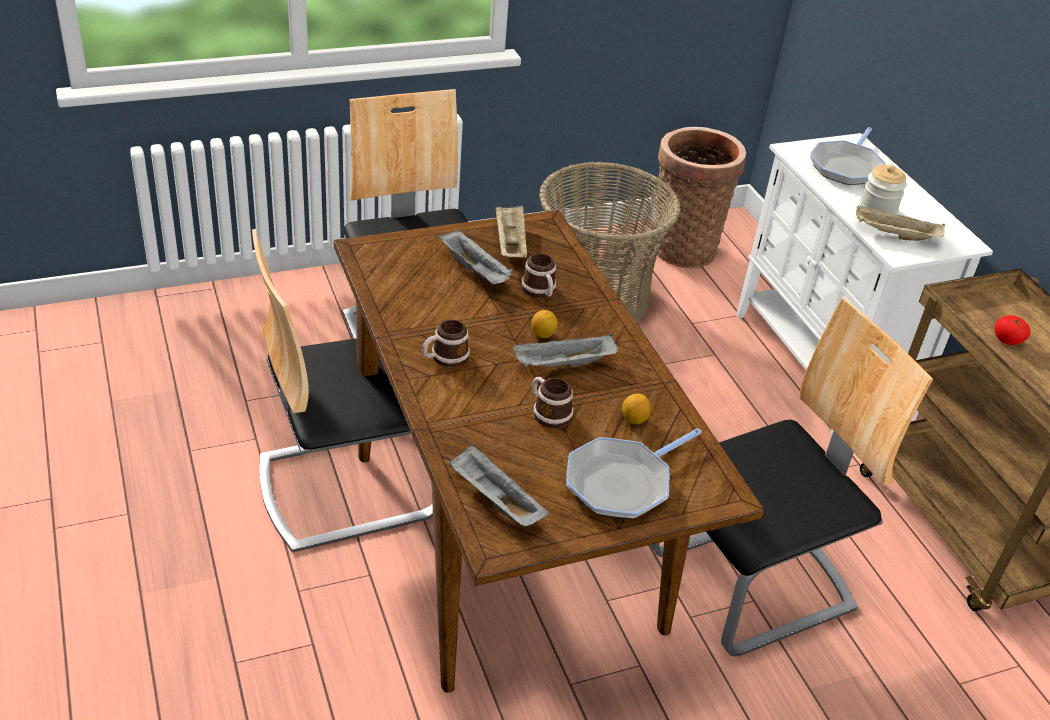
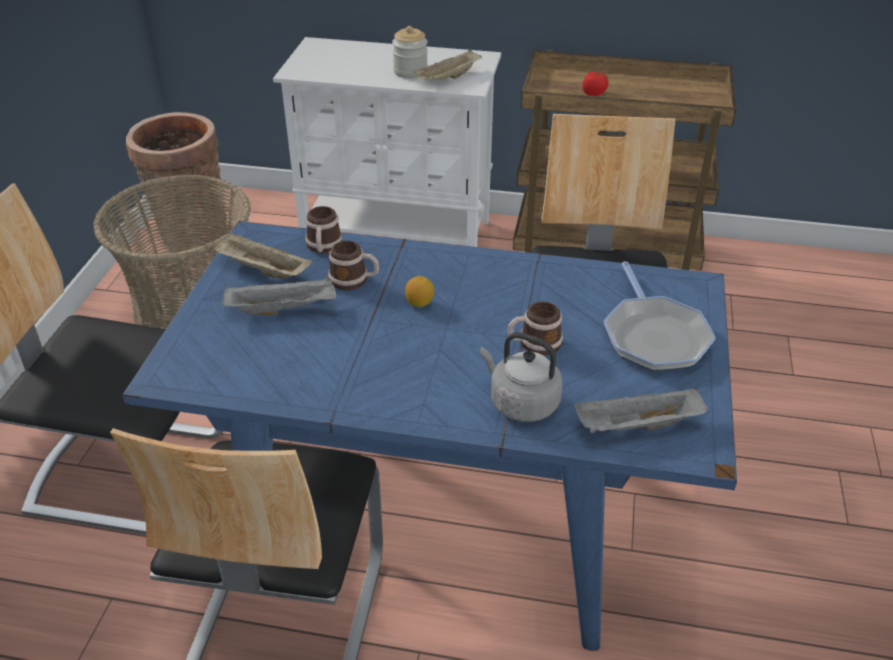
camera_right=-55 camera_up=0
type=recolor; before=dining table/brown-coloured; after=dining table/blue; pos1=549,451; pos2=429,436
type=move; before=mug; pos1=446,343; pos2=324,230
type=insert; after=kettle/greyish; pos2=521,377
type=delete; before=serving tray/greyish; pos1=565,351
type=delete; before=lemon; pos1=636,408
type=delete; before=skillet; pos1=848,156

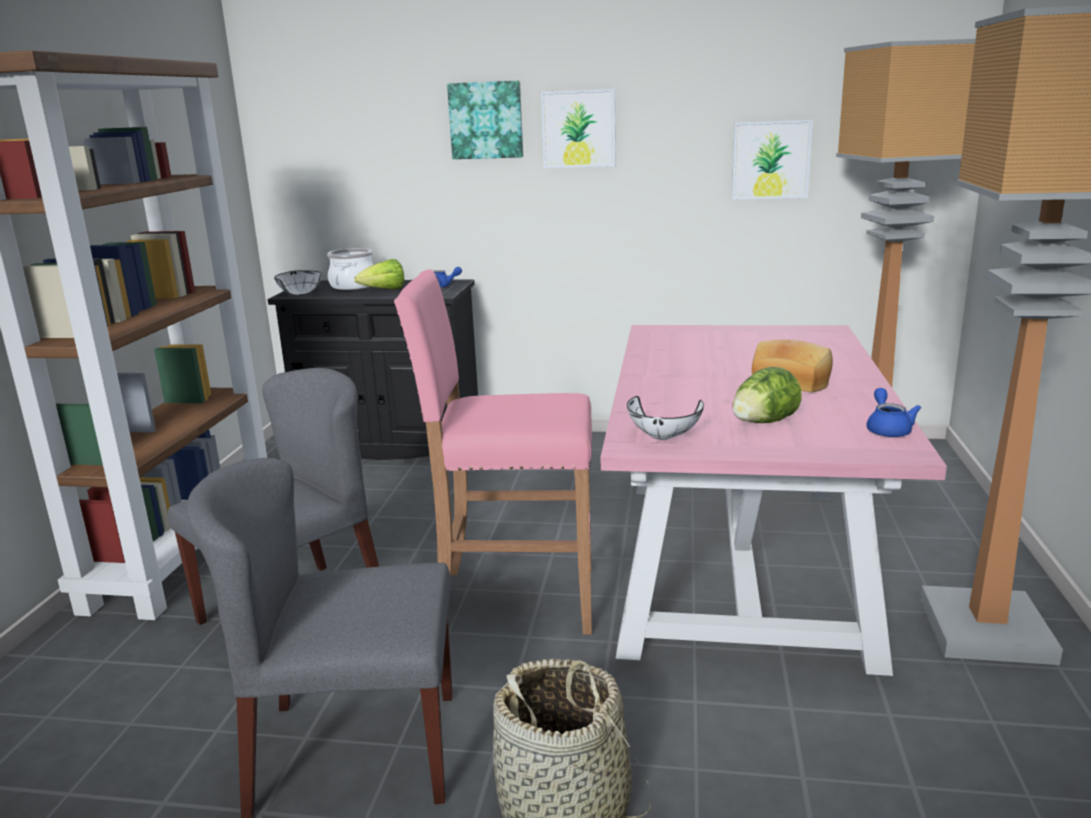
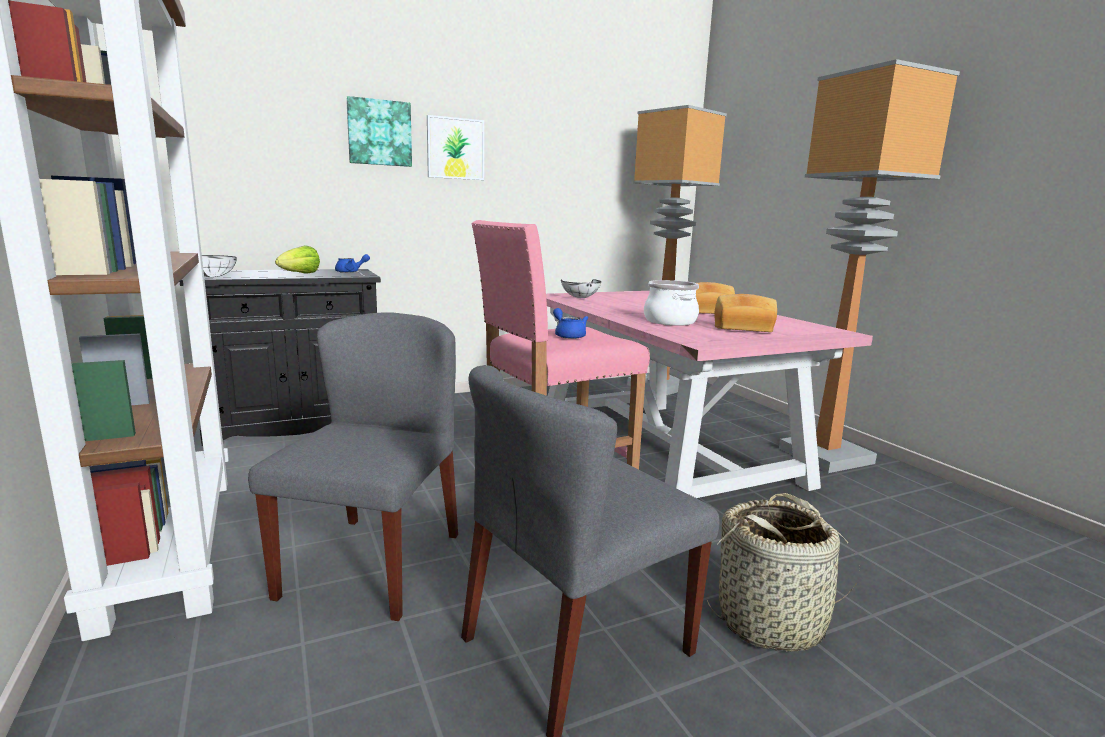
camera_right=-35 camera_up=-5
type=move; before=tea pot/blue; pos1=894,412; pos2=570,323
type=move; before=bowl/white; pos1=665,418; pos2=581,288
type=move; before=saucepot; pos1=350,269; pos2=671,303
type=replace; before=lettuce; after=bakery bread; pos1=767,395; pos2=745,313
type=delete; before=wall picture; pos1=772,159

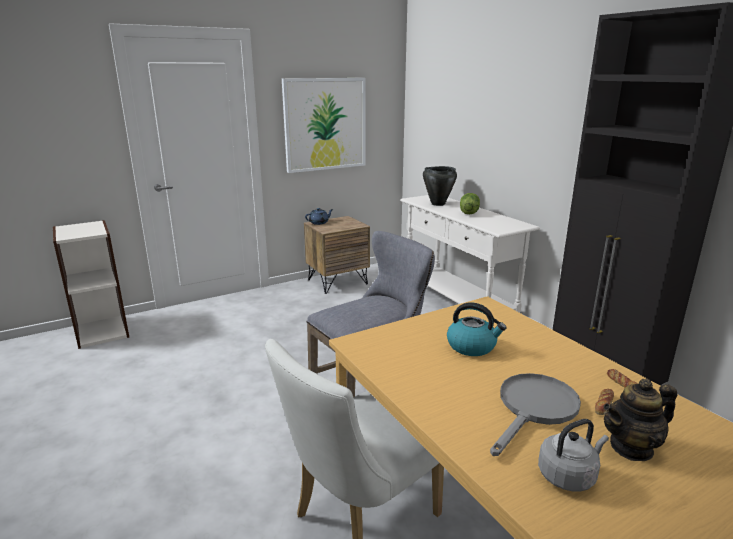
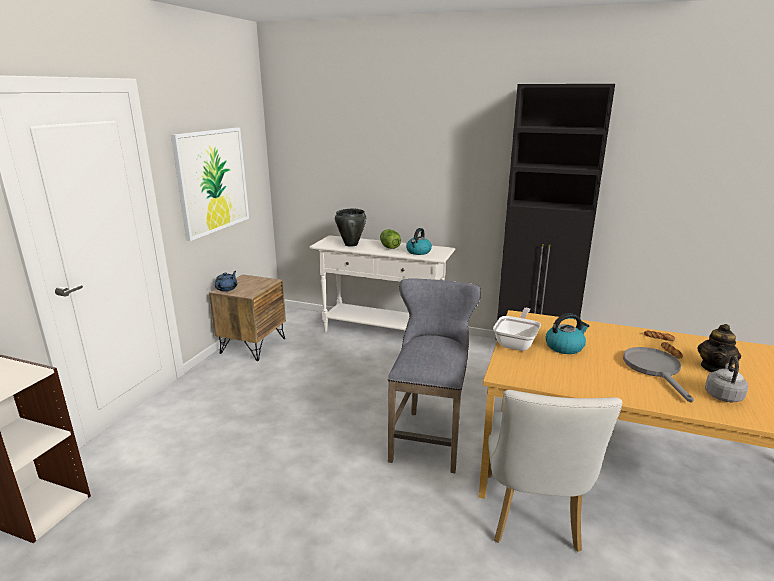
camera_right=-40 camera_up=0
type=insert; after=kettle; pos2=419,241
type=insert; after=skillet; pos2=517,329

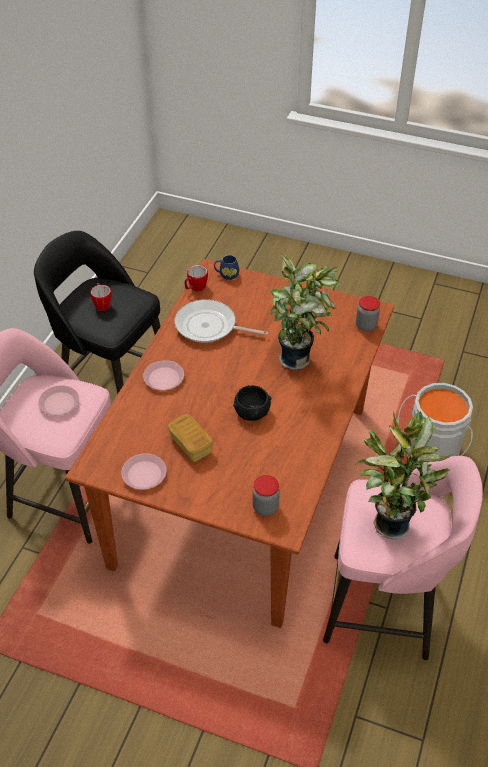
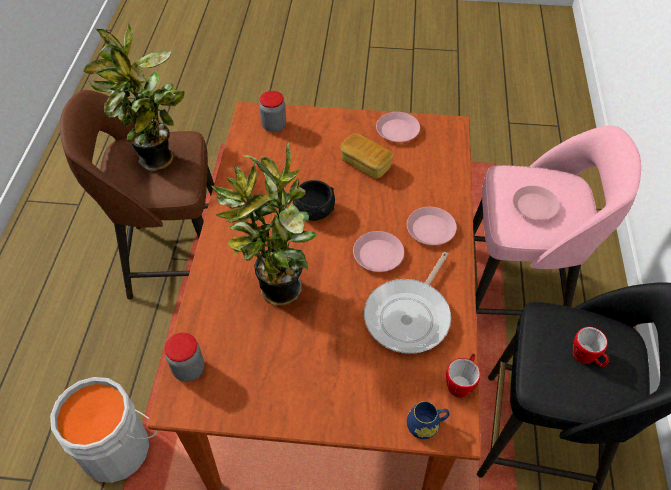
camera_right=165 camera_up=5
type=recolor; before=stool seat/pinkish; after=stool seat/brown-coloured; pos1=403,558; pos2=137,195
type=insert; after=flat dish/pinkish; pos2=378,251
type=rotate; before=skillet; pos1=221,321; pos2=407,303; turn=120

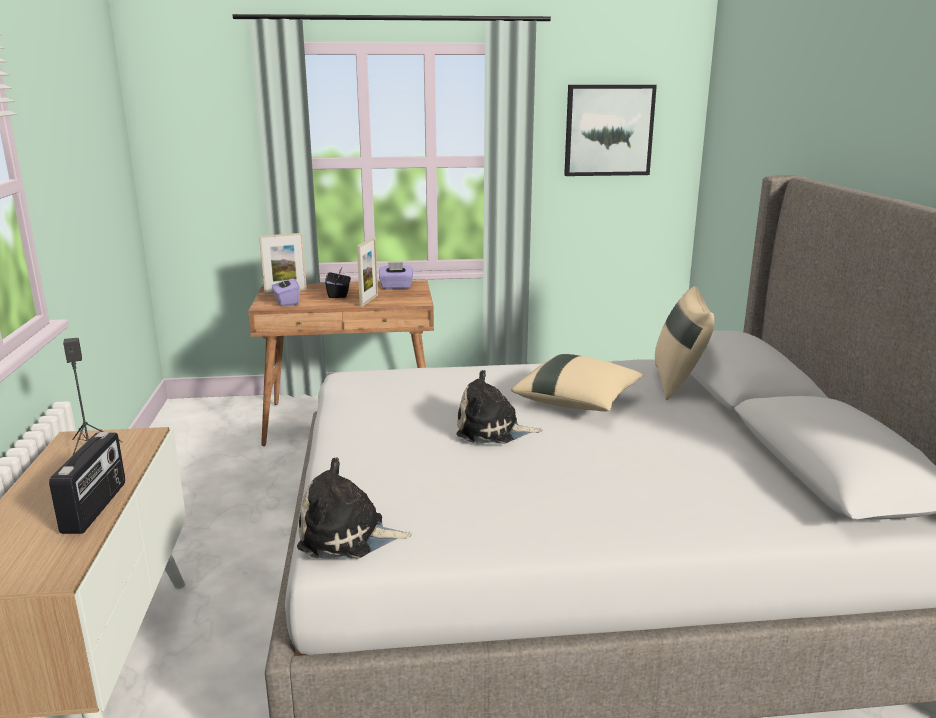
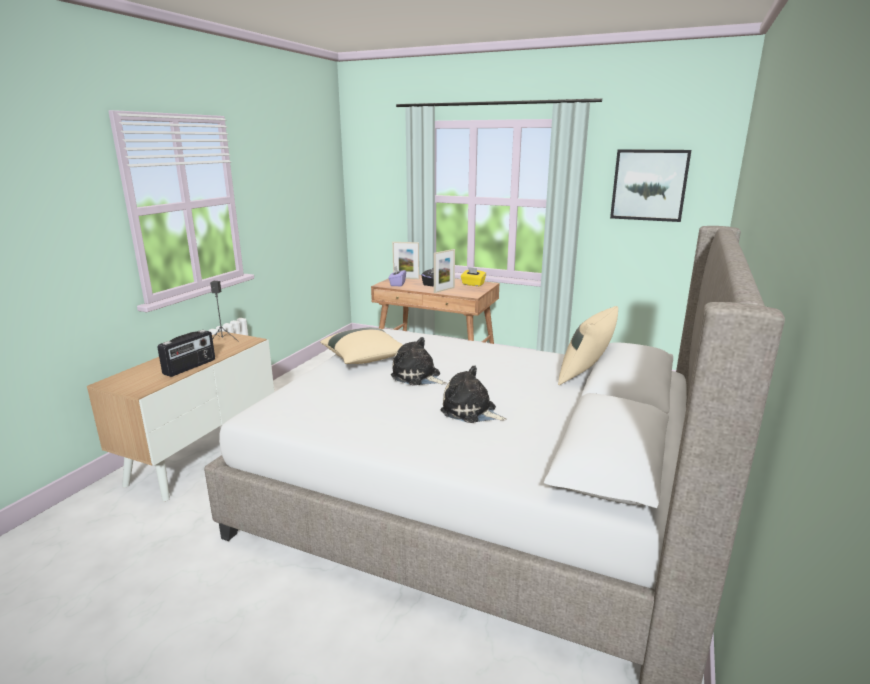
camera_right=30 camera_up=0
type=move; before=cushion/beige; pos1=577,382; pos2=361,345
type=move; before=cuddly toy; pos1=354,508; pos2=473,394
type=recolor; before=tissue holder/purple; after=tissue holder/yellow; pos1=396,275; pos2=473,276

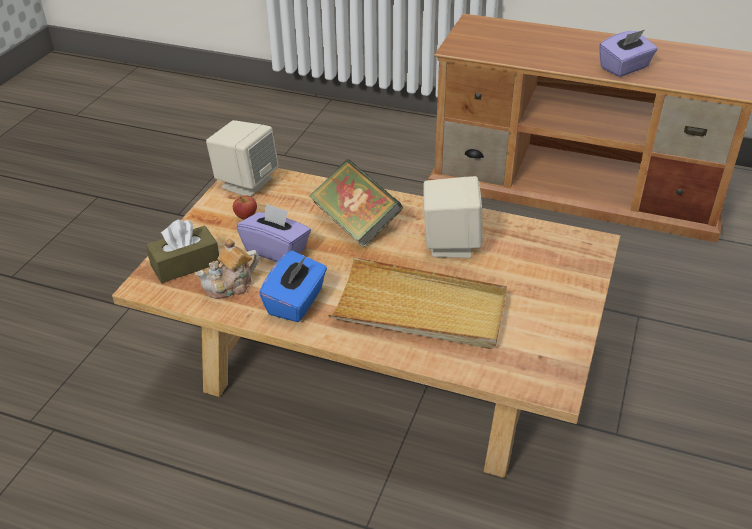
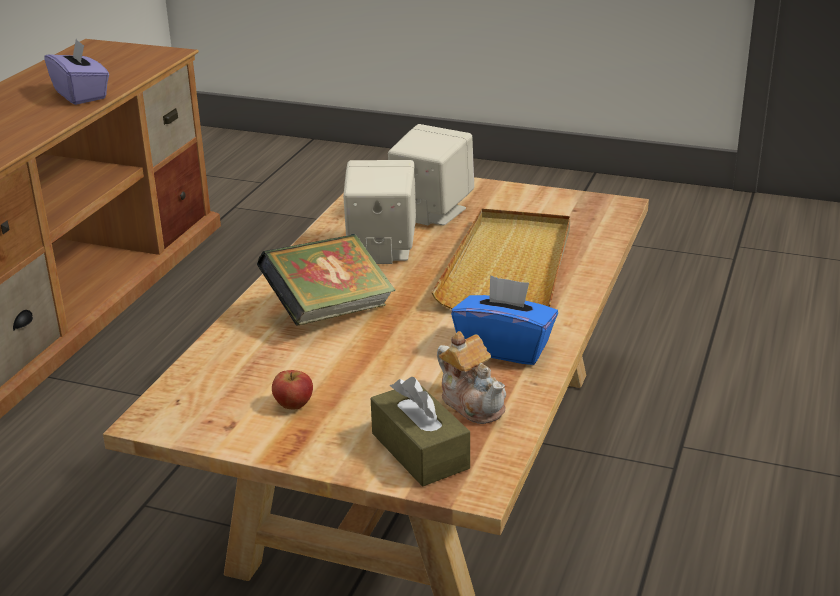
camera_right=-90 camera_up=-10
type=move; before=audio speaker/beige; pos1=242,158; pos2=431,175
type=delete; before=tissue holder/purple; pos1=274,232

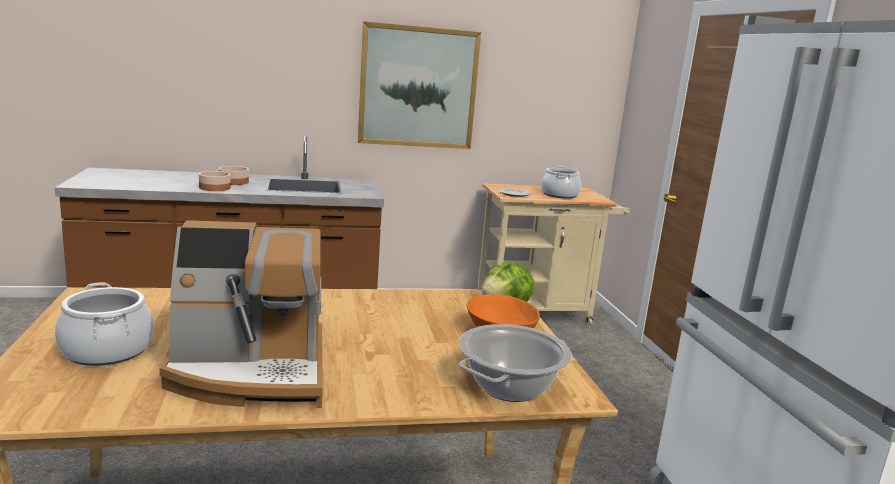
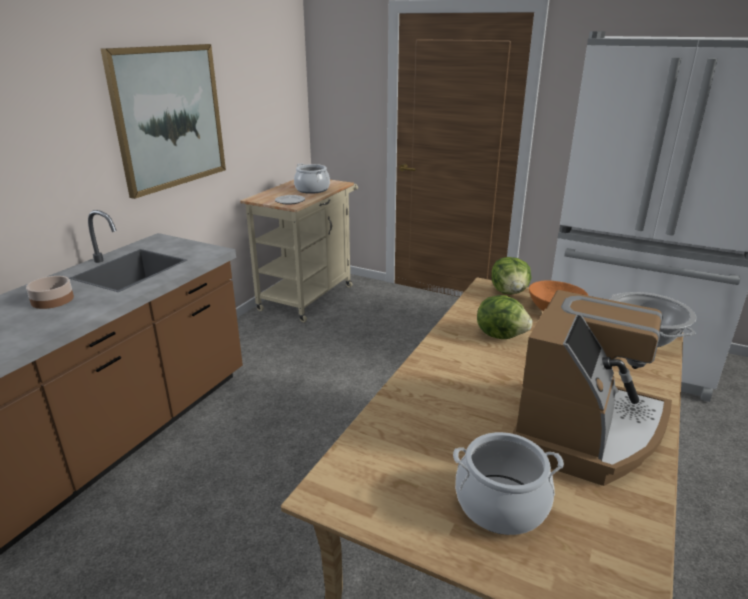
camera_right=-50 camera_up=10
type=insert; after=lettuce; pos2=505,317
type=delete; before=bowl; pos1=215,181

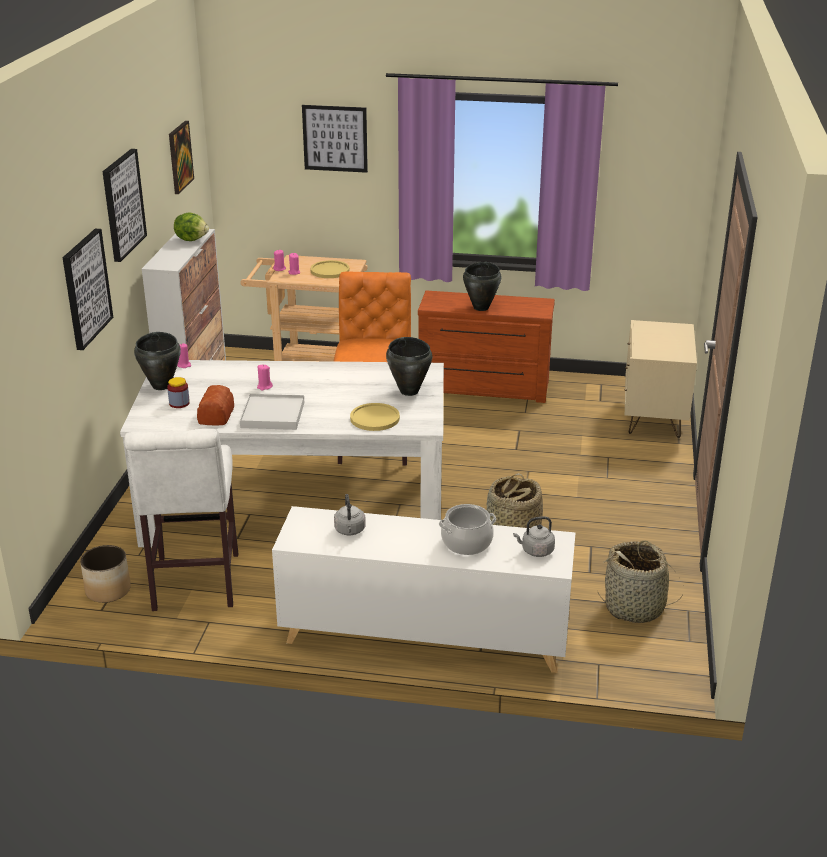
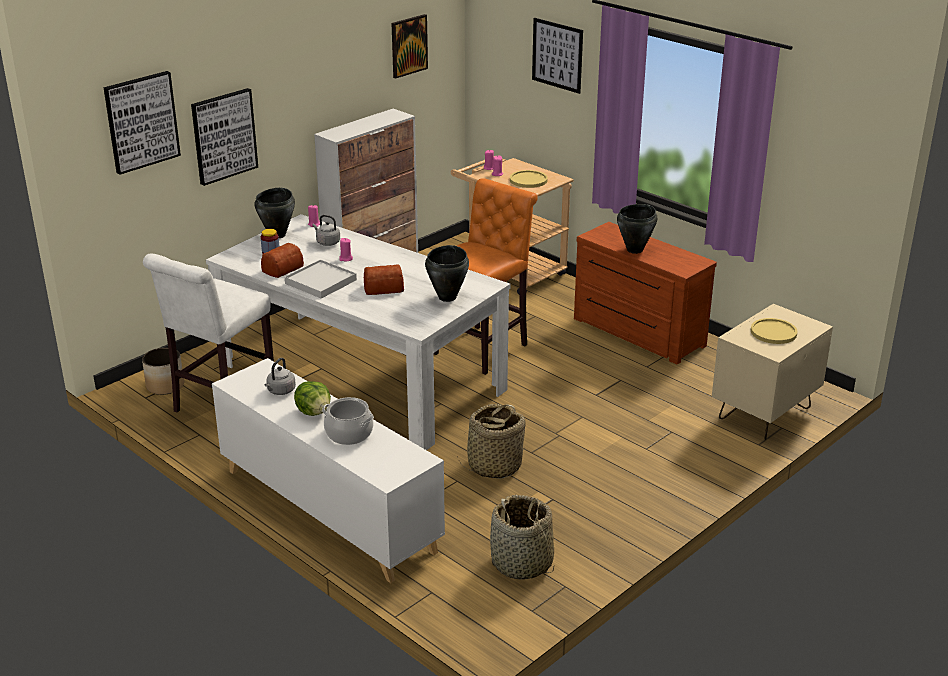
camera_right=35 camera_up=0
type=move; before=wall picture; pos1=124,205; pos2=142,123
type=move; before=lettuce; pos1=191,226; pos2=312,398
type=move; before=kettle/greyish; pos1=534,537; pos2=326,230
type=insert; after=bakery bread; pos2=384,280
type=move; before=flat dish/yellow; pos1=375,417; pos2=774,331

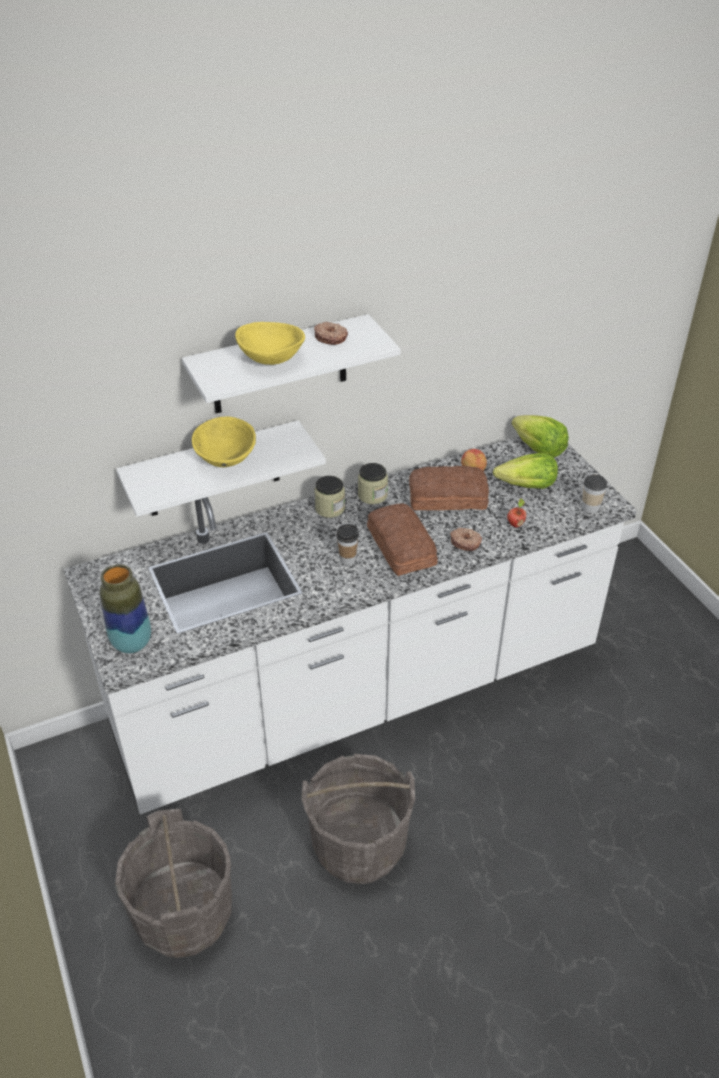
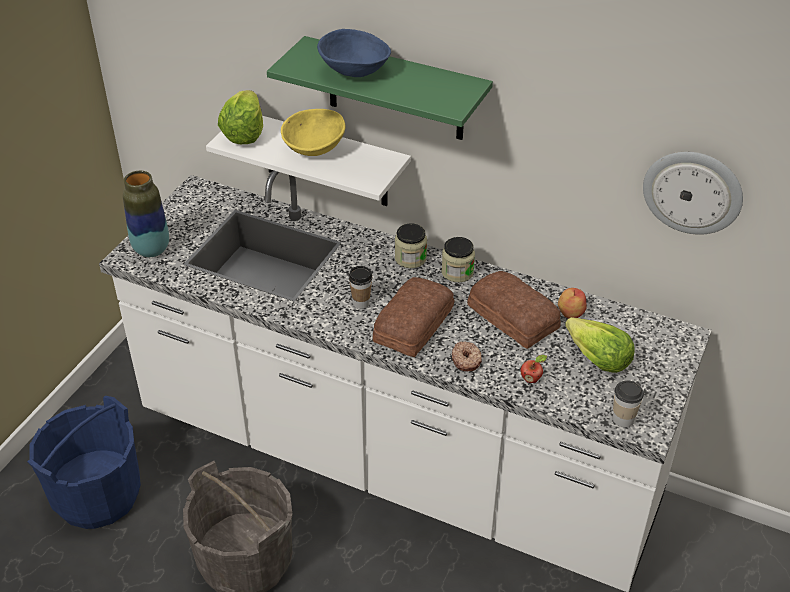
camera_right=50 camera_up=0
type=recolor; before=bucket/greyish; after=bucket/blue; pos1=173,883; pos2=84,462
type=move; before=lettuce; pos1=540,436; pos2=240,117
type=recolor; before=shelf/white; after=shelf/green; pos1=291,364; pos2=380,88
type=recolor; before=bowl/yellow; after=bowl/blue; pos1=270,343; pos2=354,53
type=insert; after=clock on the wall; pos2=693,193
type=delete; before=ring doughnut; pos1=331,333

